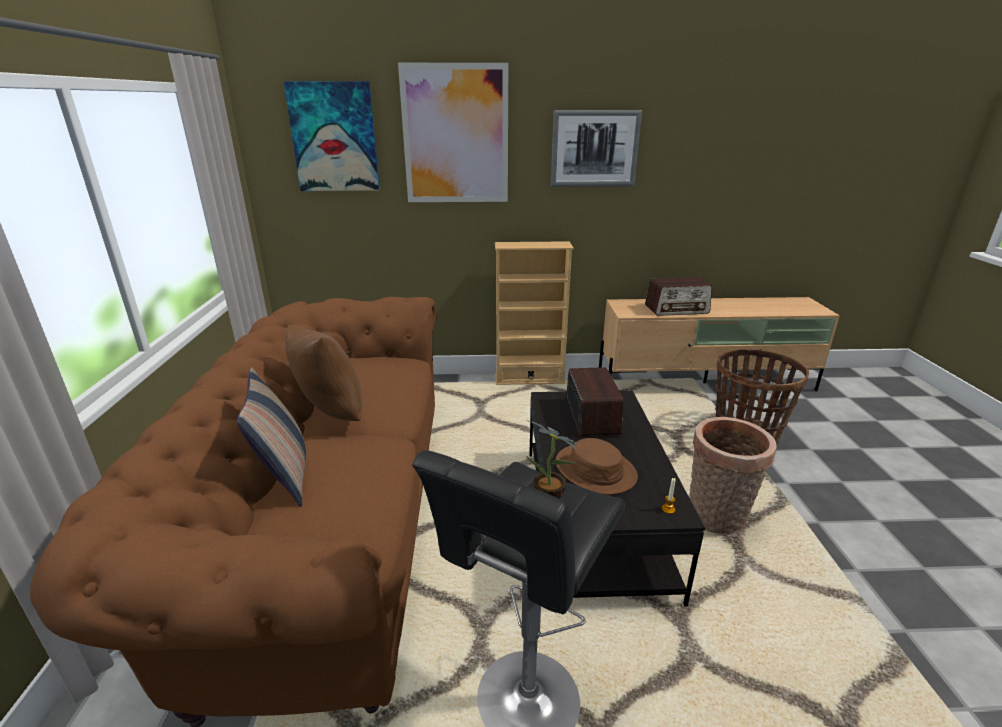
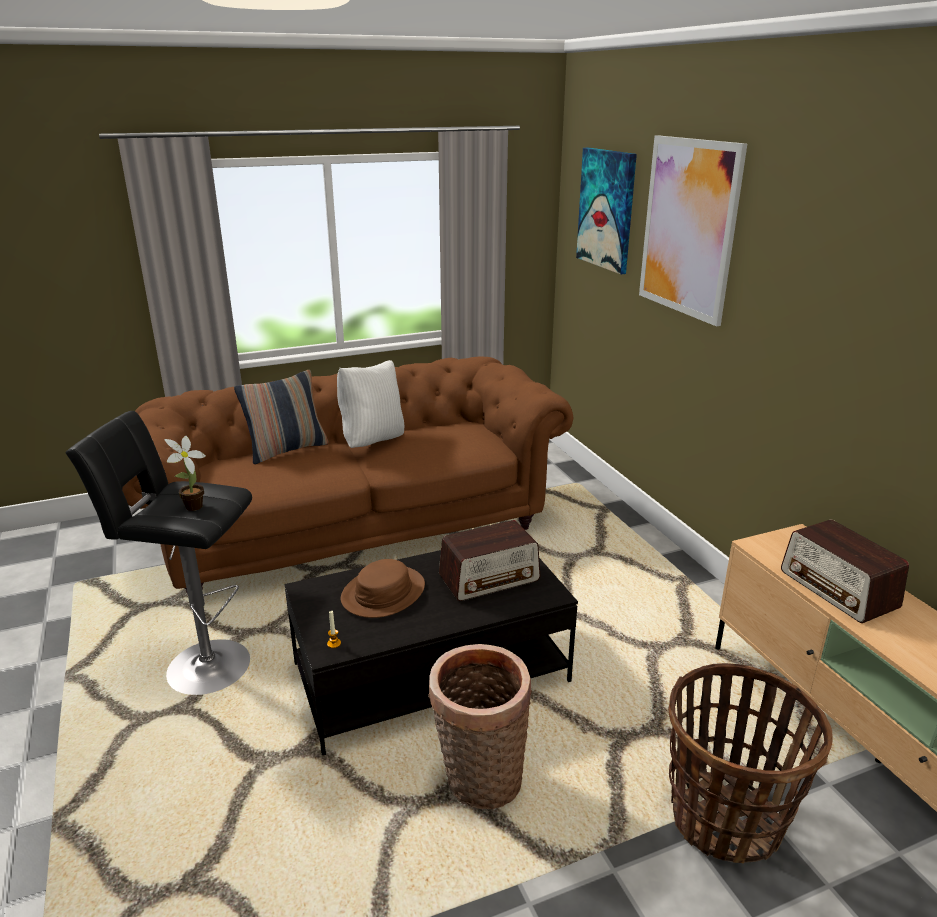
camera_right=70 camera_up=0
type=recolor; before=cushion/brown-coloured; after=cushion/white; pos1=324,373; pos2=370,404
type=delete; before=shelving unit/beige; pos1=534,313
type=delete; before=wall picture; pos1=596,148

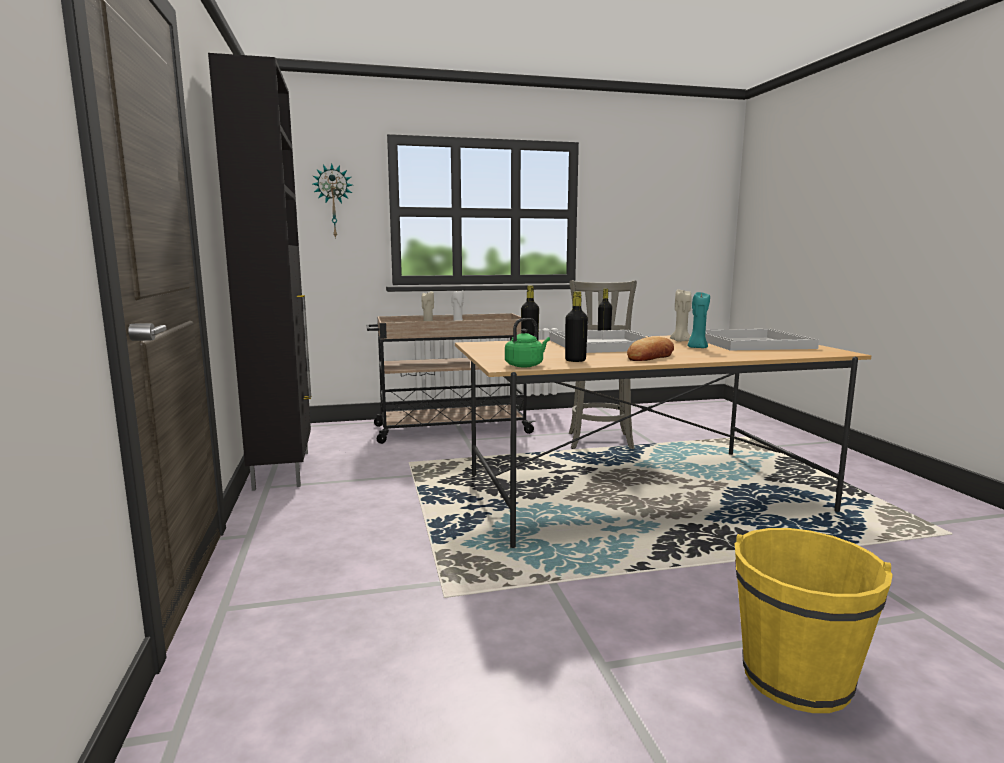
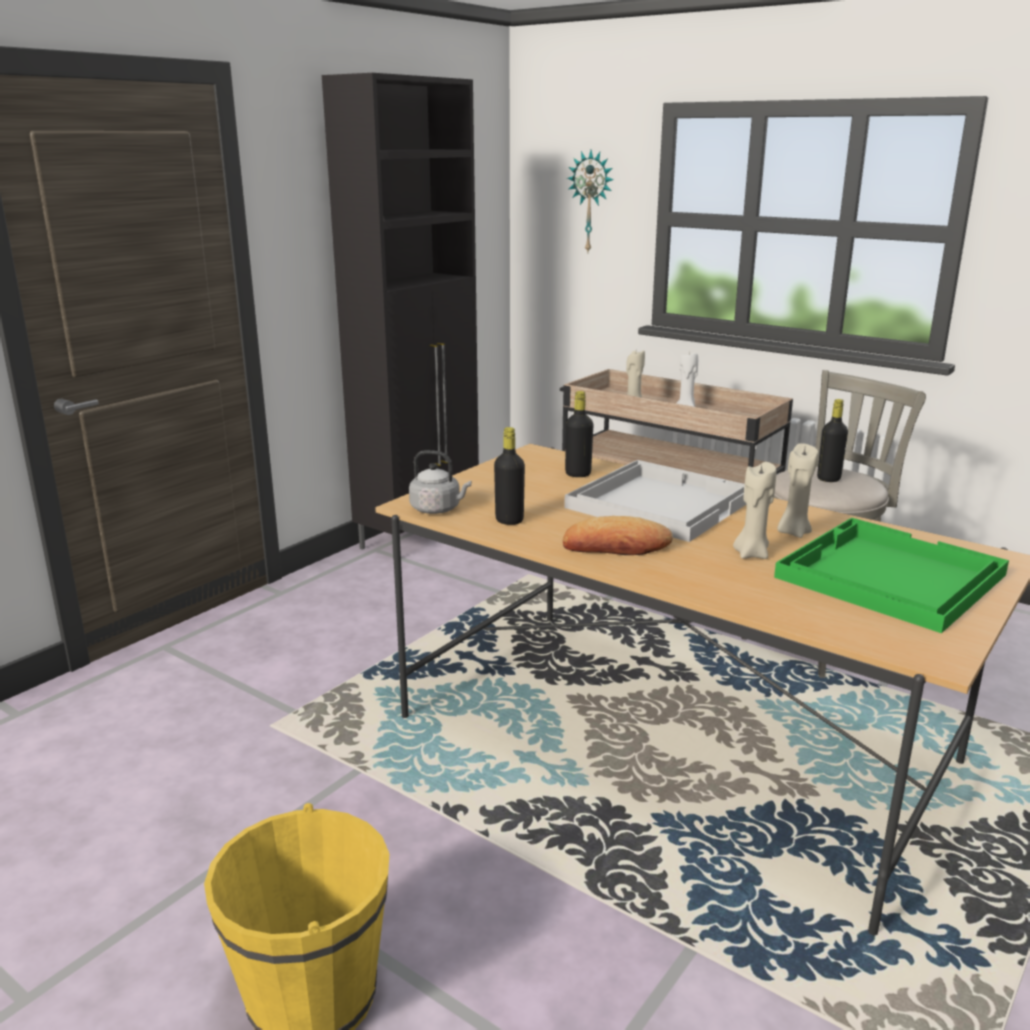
camera_right=50 camera_up=10
type=recolor; before=kettle/green; after=kettle/greyish; pos1=527,342; pos2=440,482
type=recolor; before=candle/blue-green; after=candle/beige; pos1=698,320; pos2=754,510
type=recolor; before=serving tray/white; after=serving tray/green; pos1=755,339; pos2=891,575

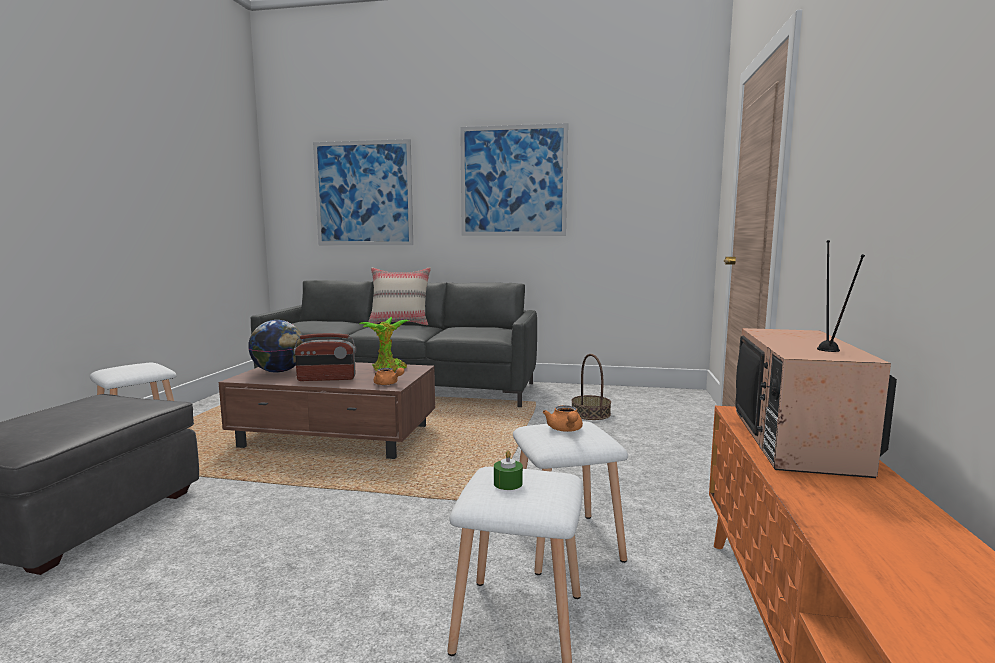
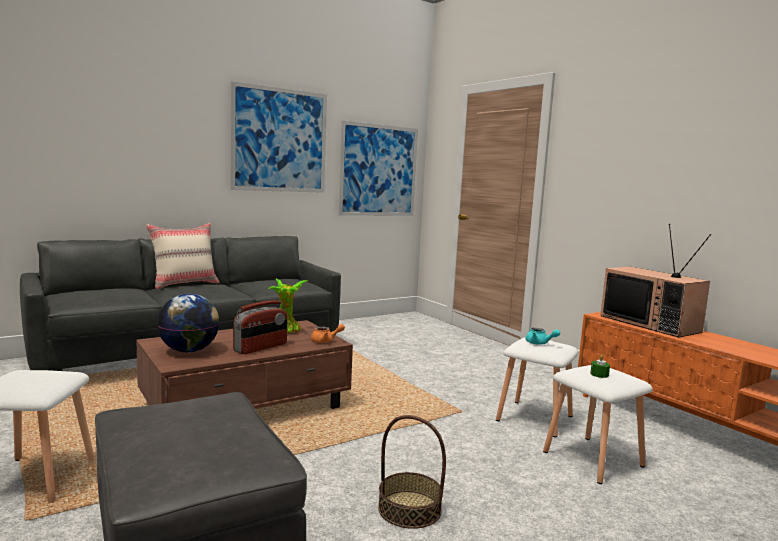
camera_right=-45 camera_up=0
type=move; before=wall picture; pos1=363,192; pos2=378,168
type=move; before=storage basket; pos1=591,387; pos2=412,472
type=recolor; before=tea pot/orange-coloured; after=tea pot/blue-green; pos1=563,418; pos2=543,336

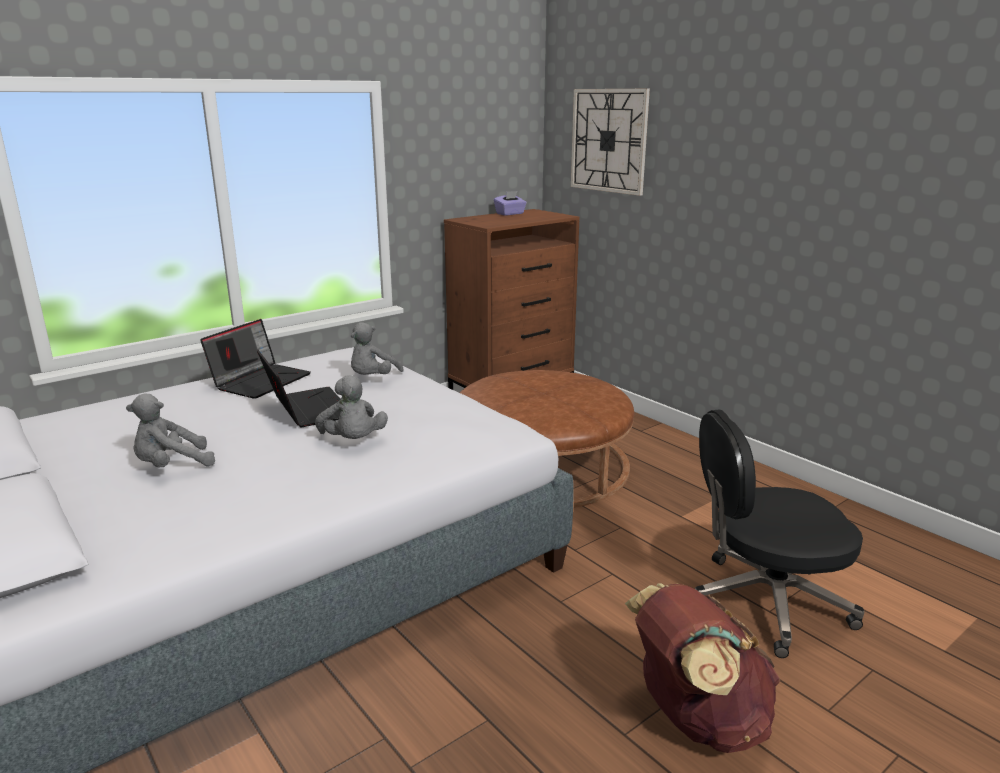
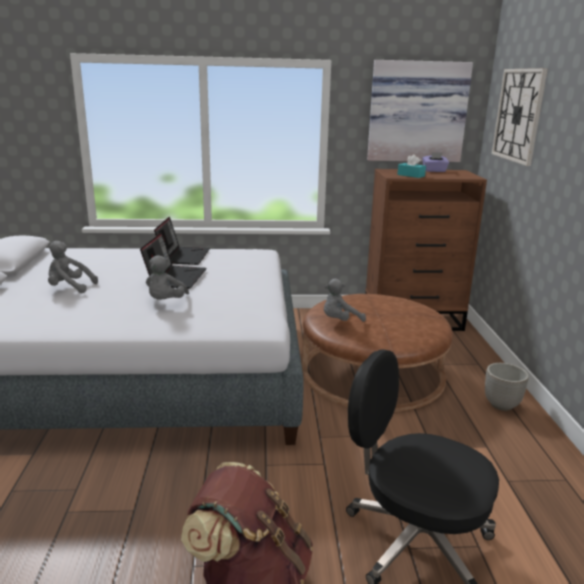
camera_right=35 camera_up=0
type=rotate; before=notebook computer; pos1=255,359; pos2=182,241; turn=-60
type=move; before=cuddly toy/greyish; pos1=377,348; pos2=345,300
type=insert; after=wall picture; pos2=420,111
type=insert; after=tissue holder/blue-green; pos2=411,166
type=insert; after=plant pot; pos2=507,387

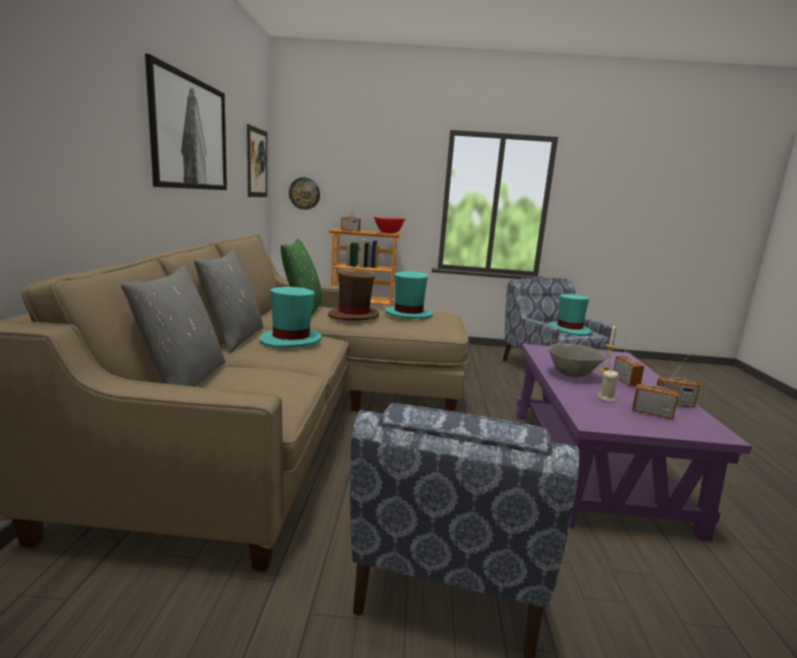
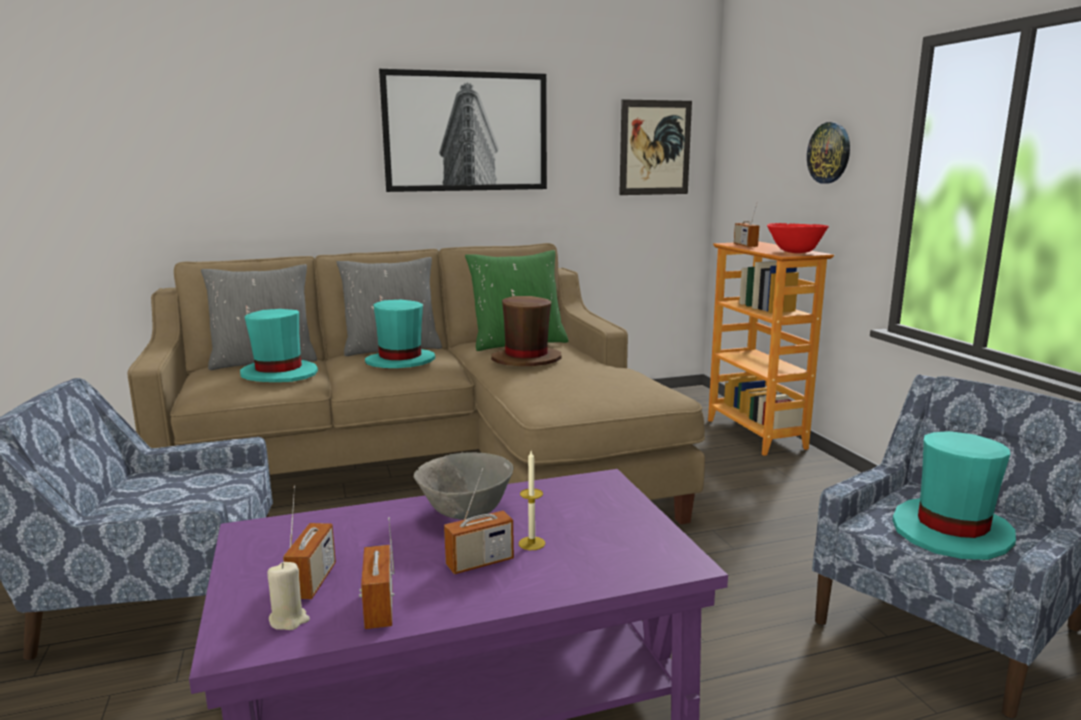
camera_right=70 camera_up=0
type=move; before=hat/blue-green; pos1=409,295; pos2=279,345
type=move; before=candle/beige; pos1=607,386; pos2=288,596
type=move; before=clock on the wall; pos1=304,193; pos2=828,153

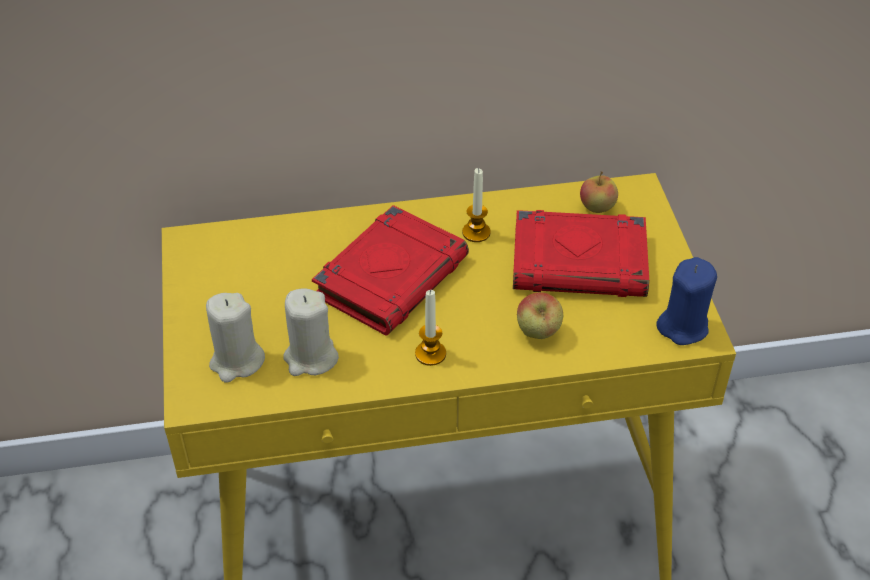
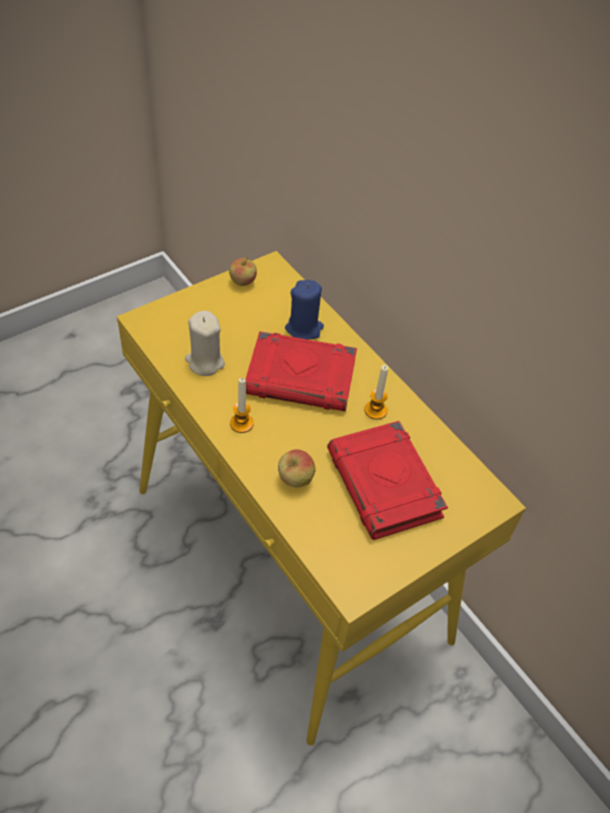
camera_right=60 camera_up=5
type=move; before=apple; pos1=599,192; pos2=243,271
type=move; before=candle/blue; pos1=687,301; pos2=304,310
type=delete; before=candle/beige; pos1=235,338

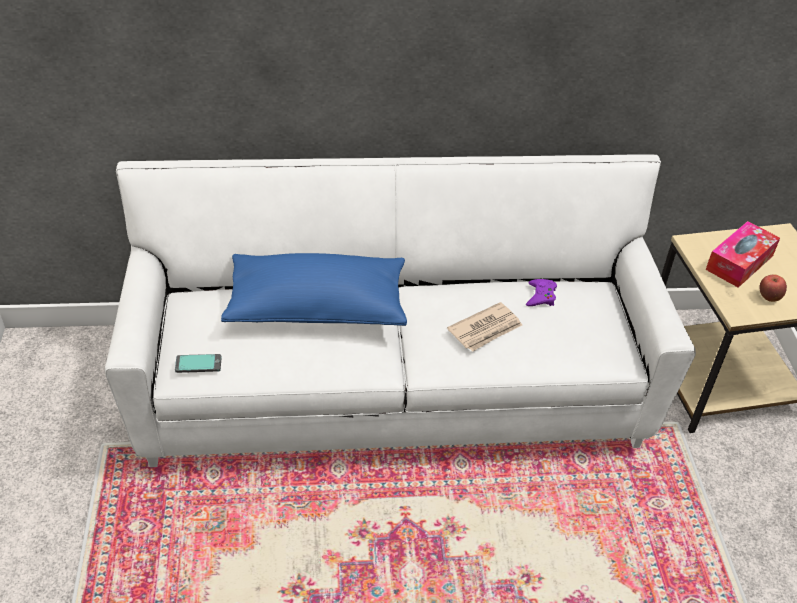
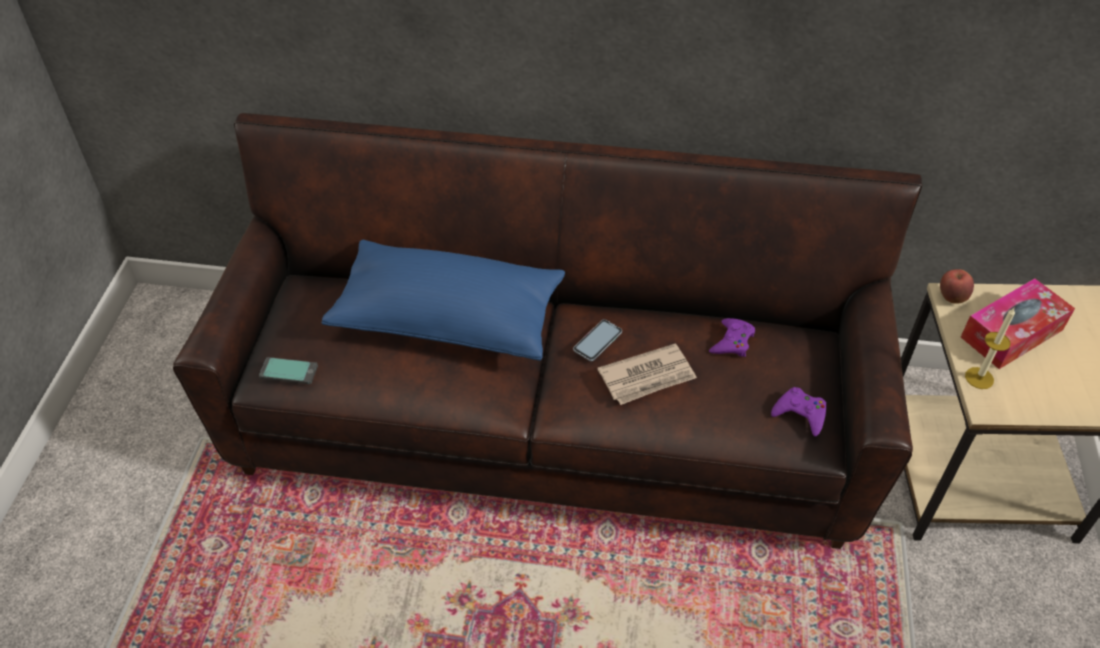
camera_right=15 camera_up=5
type=recolor; before=settee/white; after=settee/brown-coloured; pos1=400,310; pos2=547,331
type=insert; after=telephone; pos2=597,340
type=insert; after=gamepad/purple; pos2=798,411
type=move; before=apple; pos1=773,288; pos2=957,286
type=insert; after=candle; pos2=990,348

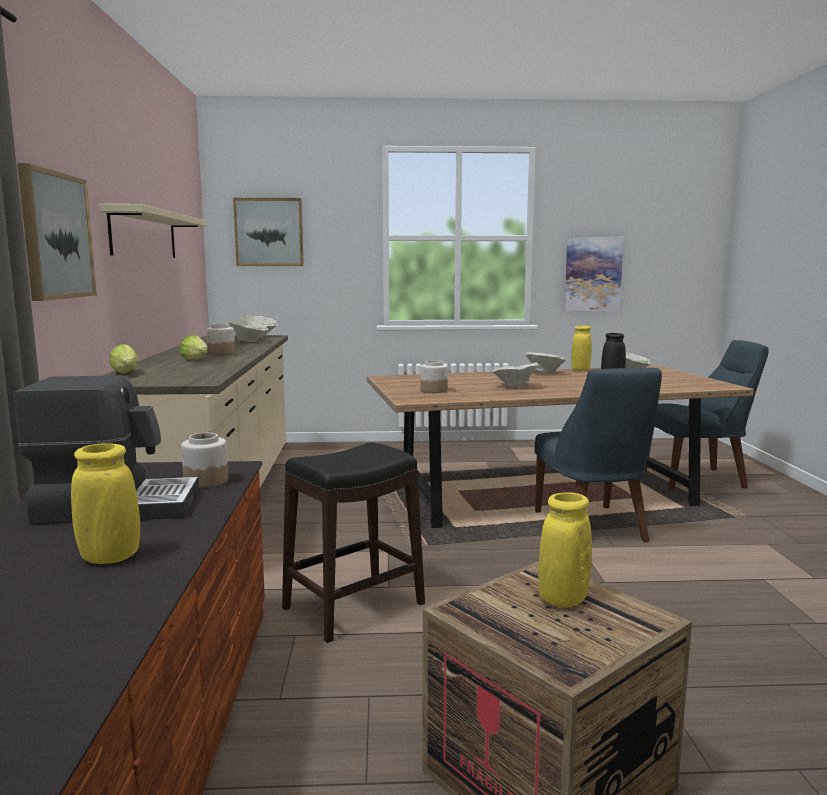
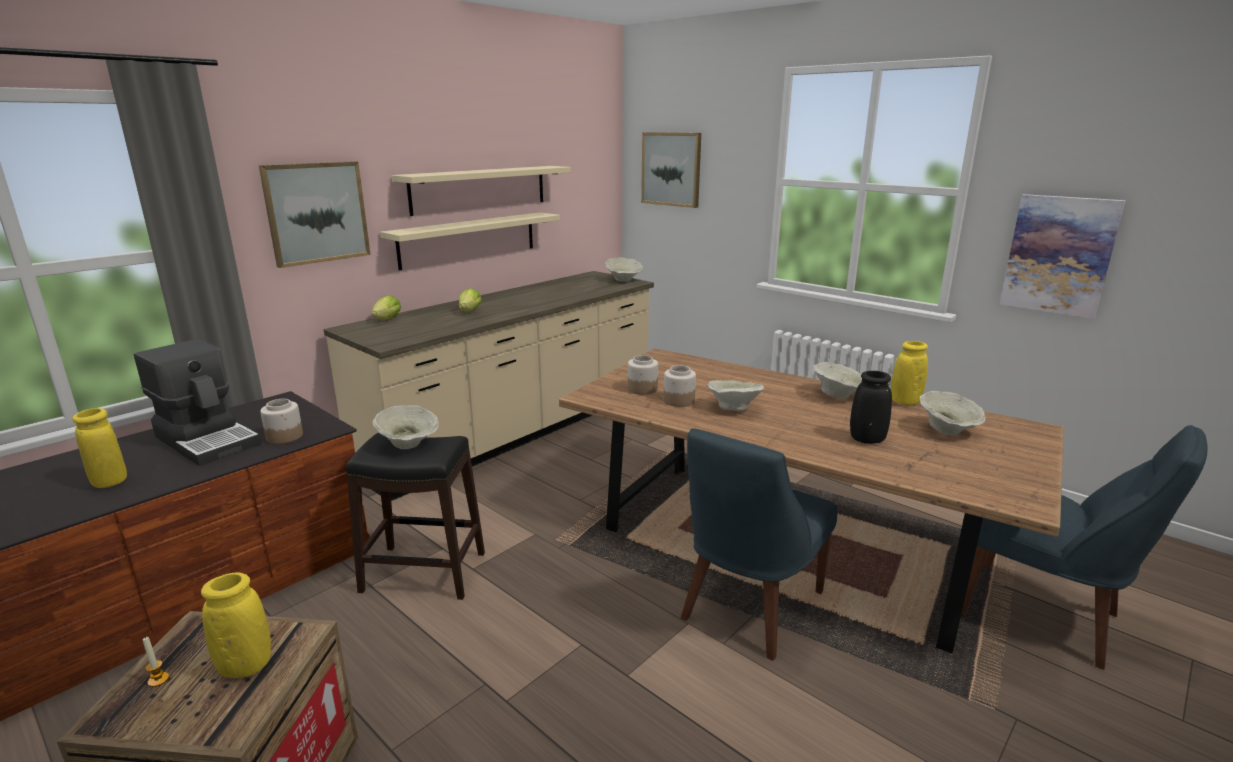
camera_right=45 camera_up=10
type=insert; after=candle; pos2=156,662
type=move; before=bowl/beige; pos1=248,331; pos2=406,427
type=insert; after=shelf/beige; pos2=470,241
type=move; before=preserve jar; pos1=221,339; pos2=679,386

